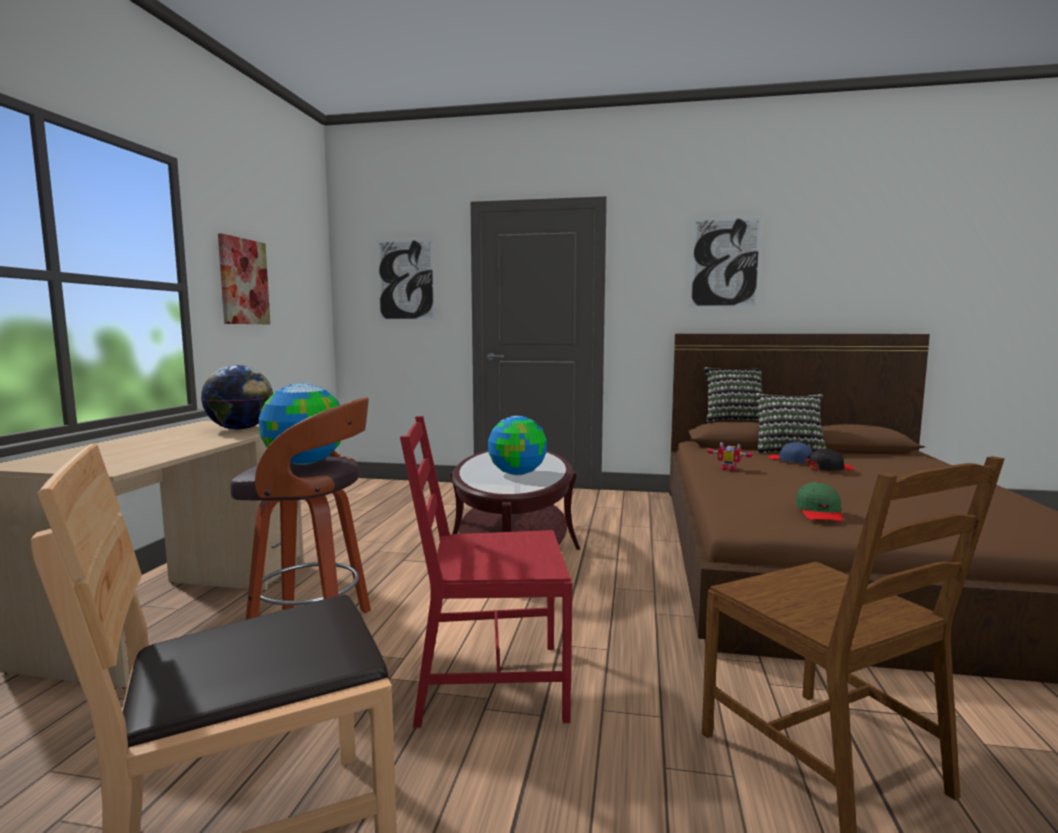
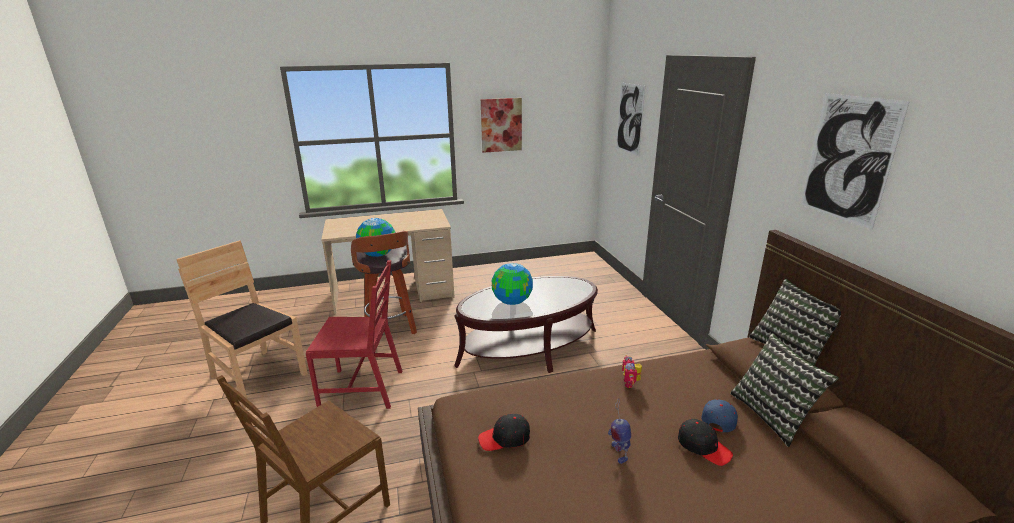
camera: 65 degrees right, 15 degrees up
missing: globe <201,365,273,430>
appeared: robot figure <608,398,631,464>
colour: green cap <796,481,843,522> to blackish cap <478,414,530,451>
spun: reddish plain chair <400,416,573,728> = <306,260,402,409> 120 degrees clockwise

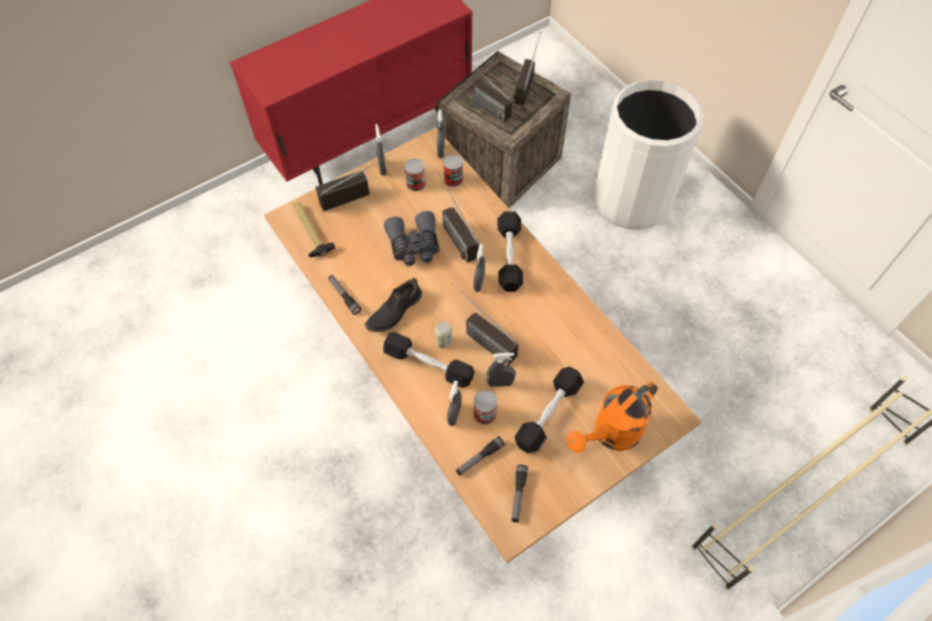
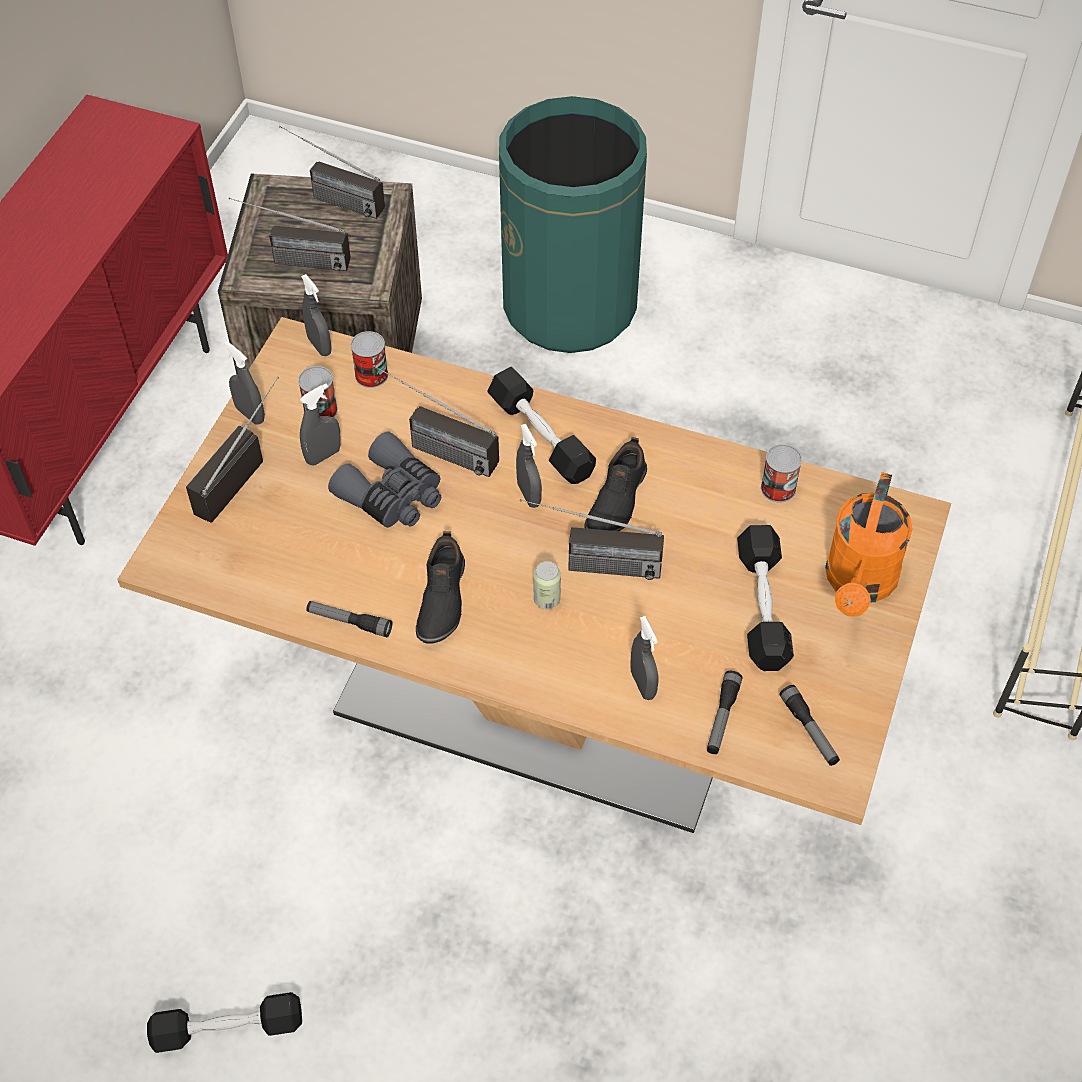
camera: 35 degrees left, 5 degrees down
missing: hammer <293,202,335,257>
appeared: blackish shoe <584,437,647,531>
relocated: blackish hand weight <383,332,475,387> to <147,992,302,1053>; can <474,390,497,425> to <761,444,802,502>; gray spray bottle <487,353,516,387> to <300,383,341,466>
colour: whitish rubbish bin <594,80,703,230> to green rubbish bin <499,96,647,353>
spun: radio <513,32,541,105> = <279,126,385,219> 45 degrees counterclockwise

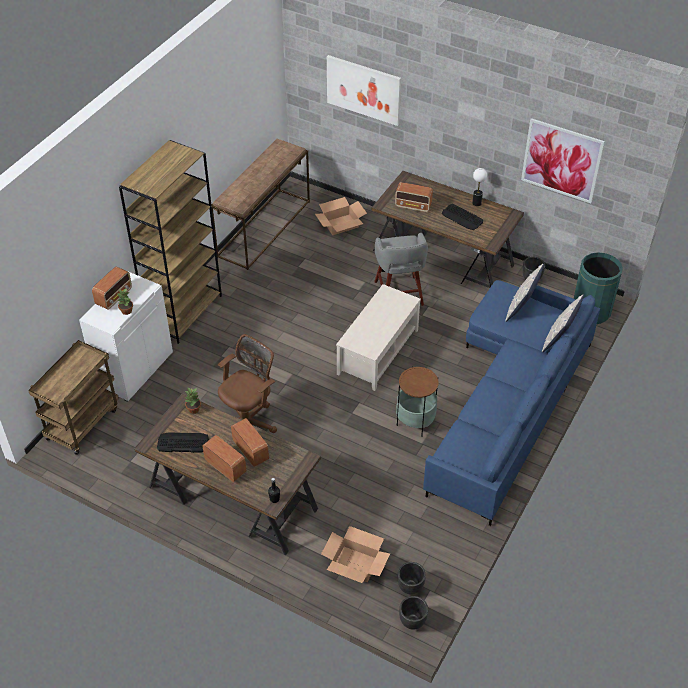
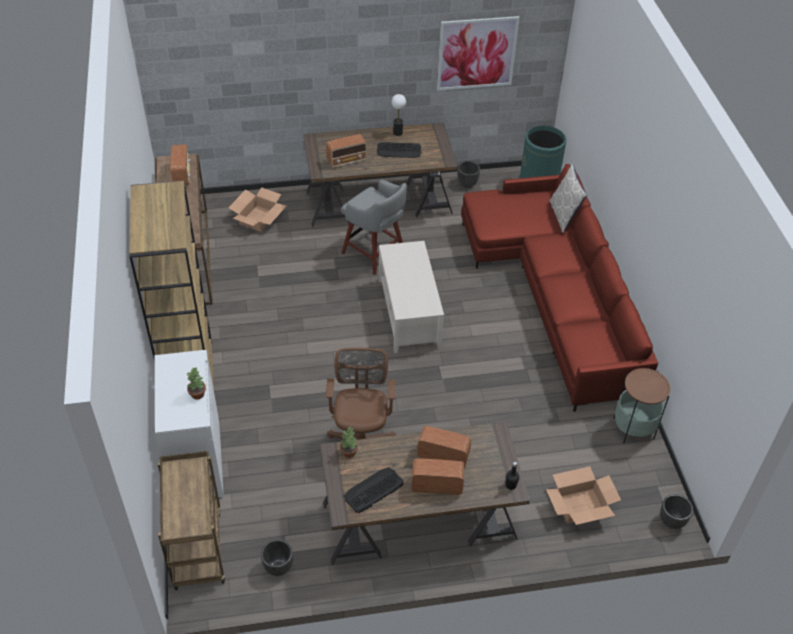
camera: 40 degrees left, 0 degrees up
missing: wall art <327,55,401,126>; pillow <505,264,544,322>
relocated: radio <92,267,132,310> to <171,144,191,185>; side table <396,366,439,437> to <614,368,670,444>; blackish flower pot <397,562,426,595> to <261,539,293,576>
colour: blue settee <423,280,600,526> to reddish settee <461,164,658,412>

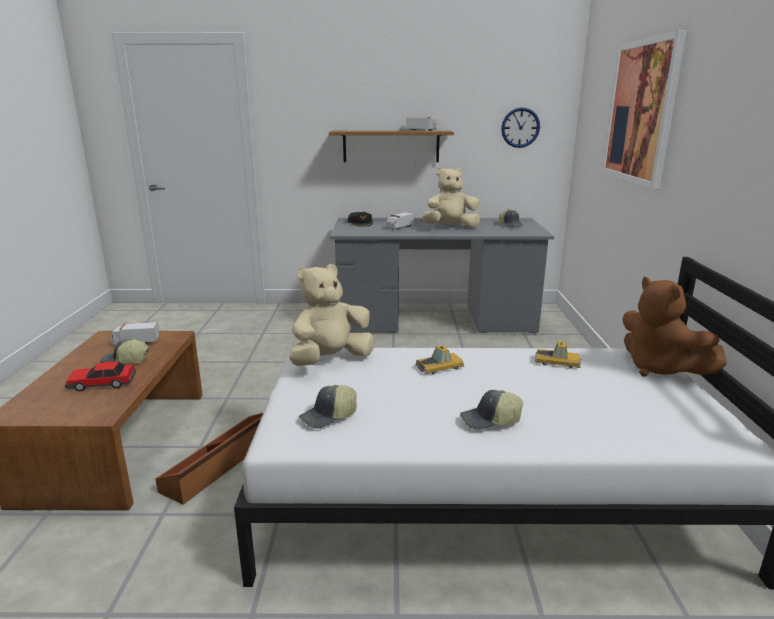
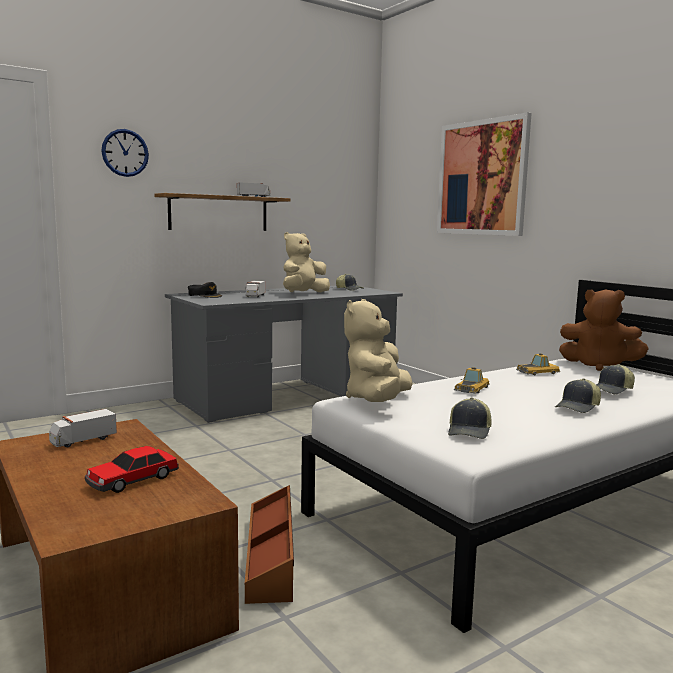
camera: 35 degrees left, 10 degrees down
relocated: cap <101,338,149,364> to <596,364,635,394>; wall clock <501,107,540,148> to <101,129,149,177>

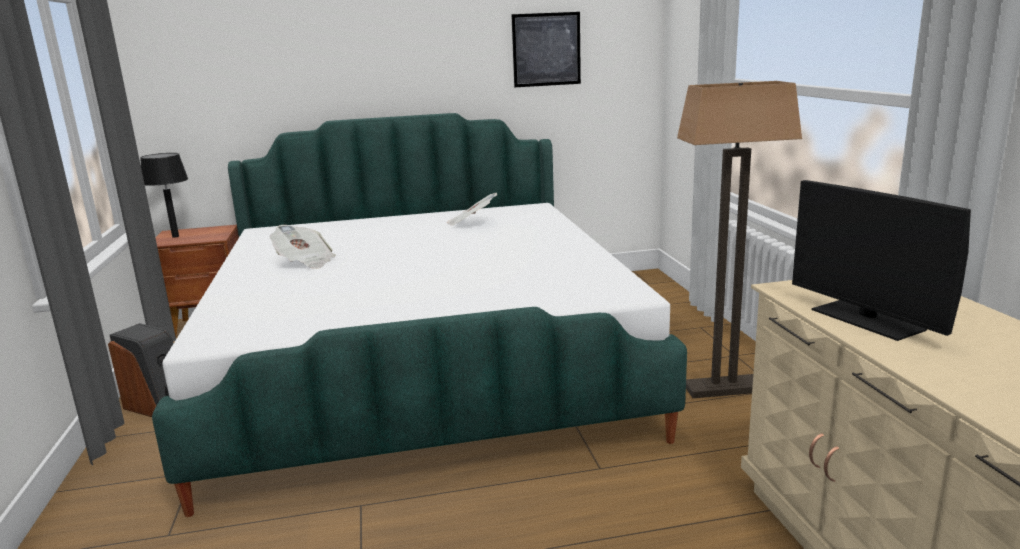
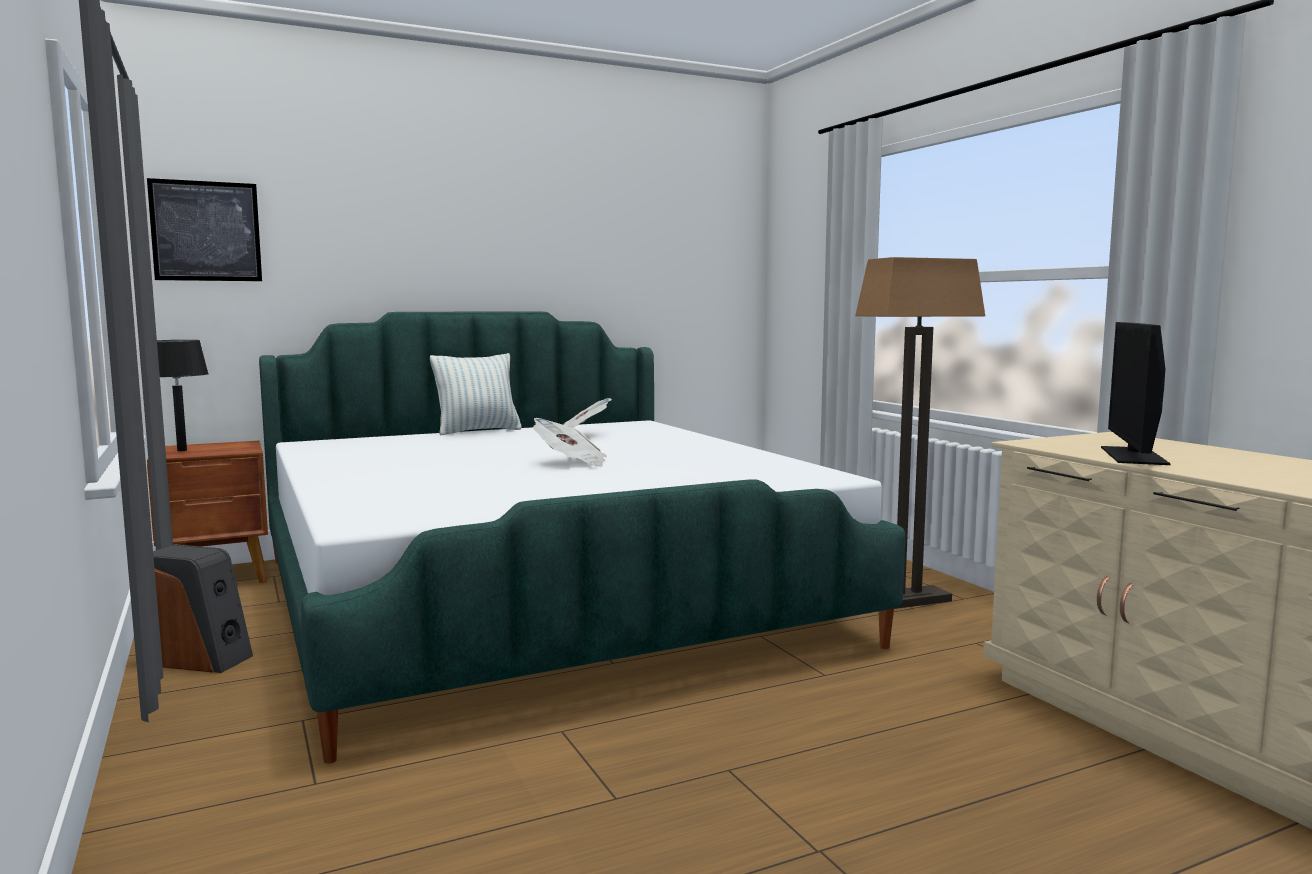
camera: 15 degrees left, 10 degrees down
appeared: pillow <430,353,522,435>
relocated: printed paper <269,225,336,269> to <533,418,607,467>; wall art <511,12,581,87> to <147,178,262,281>
spun: computer screen <792,180,971,341> = <1101,322,1171,465> 60 degrees clockwise

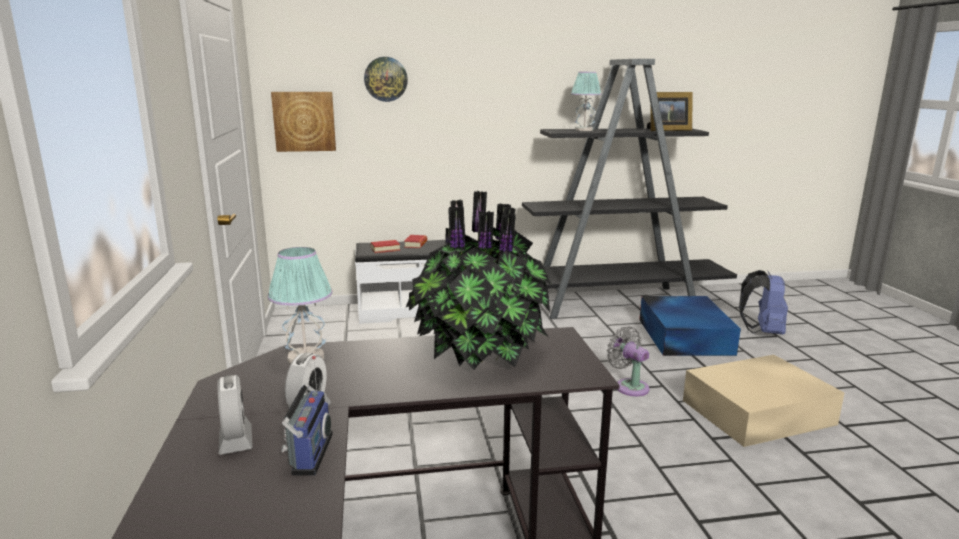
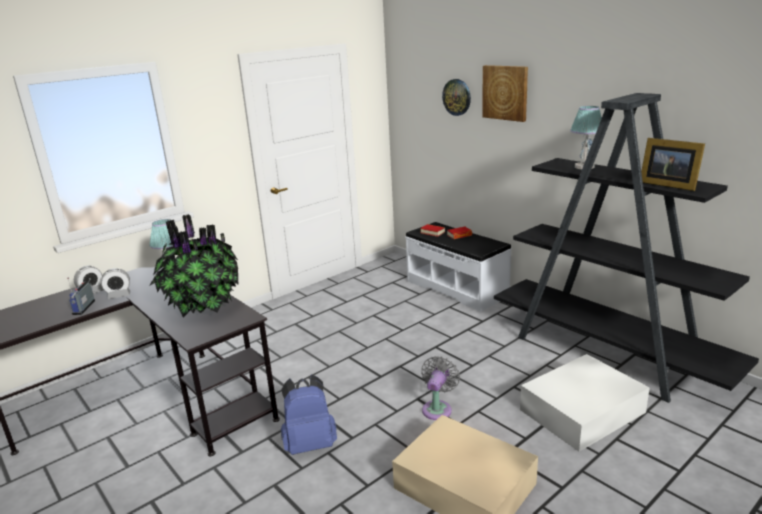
camera: 60 degrees right, 5 degrees up
relocated: wall art <271,92,336,152> to <482,65,528,122>; blue backpack <739,270,788,335> to <281,375,337,455>
colour: blue storage box <639,296,741,356> to whitish storage box <520,354,650,452>
spun: radio <281,356,333,476> = <67,278,96,315> 120 degrees clockwise

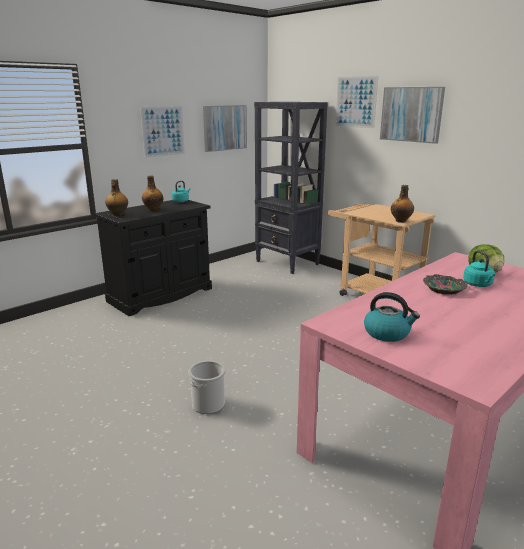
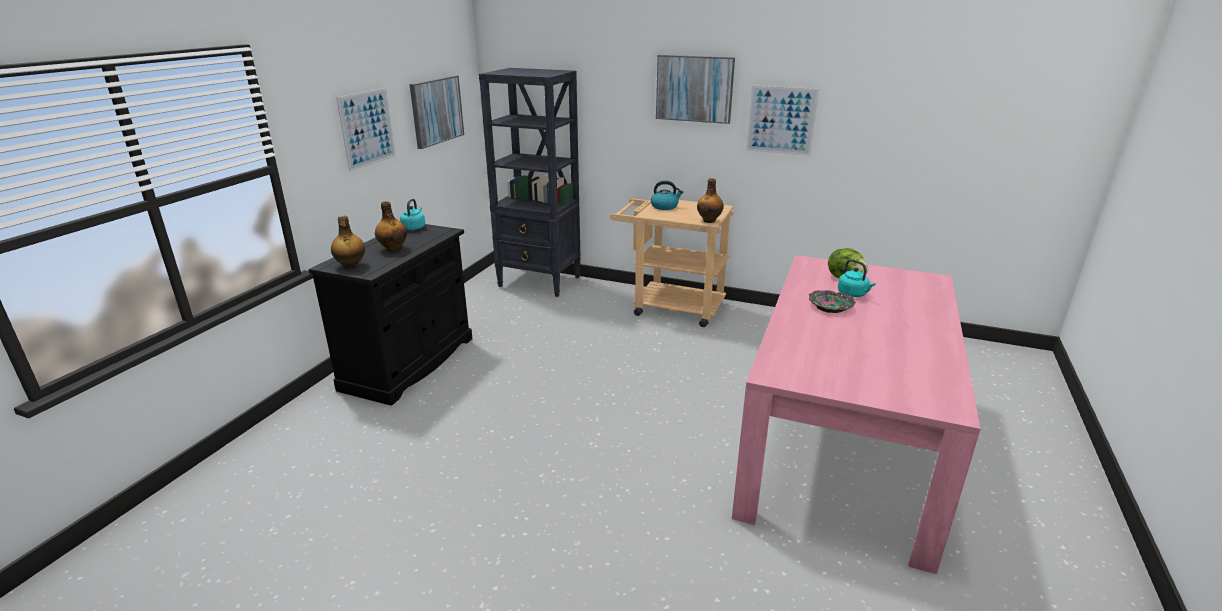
camera: 25 degrees left, 5 degrees up
missing: bucket <188,361,226,414>
relocated: wall art <335,76,378,128> to <746,85,819,156>; tea kettle <364,292,420,342> to <651,181,683,210>

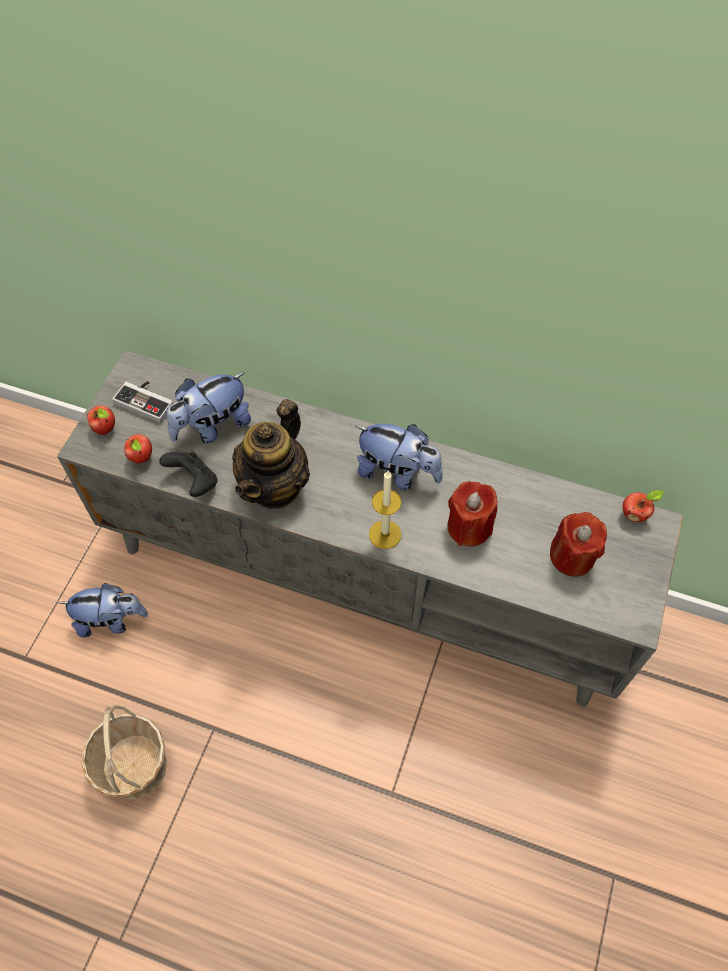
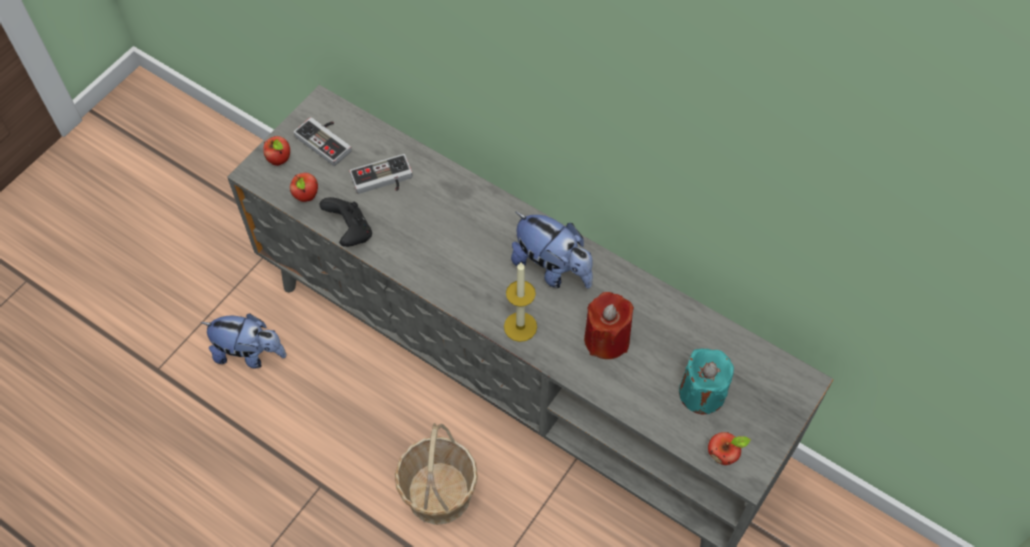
camera: 15 degrees right, 0 degrees up
missing: pot for tea <232,399,310,509>
relocated: household basket <81,705,167,799> to <395,423,478,525>; apple fruit <623,490,663,522> to <708,432,751,465>
exchanged: plush toy <167,373,251,444> to gamepad <349,154,413,194>
colour: reddish candle <550,512,607,577> to turquoise-coloured candle <679,348,734,414>

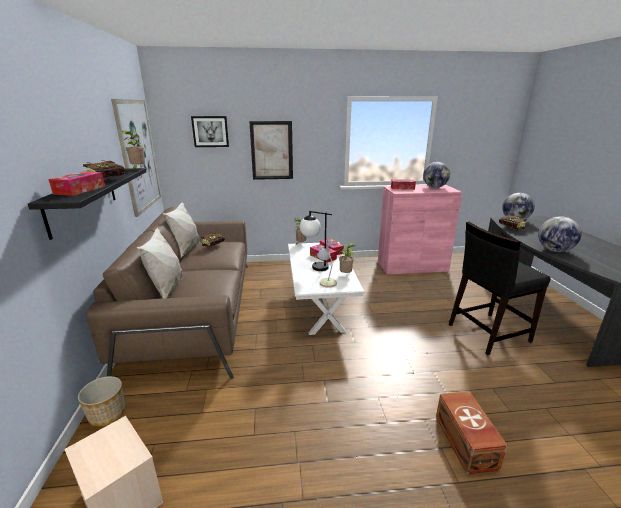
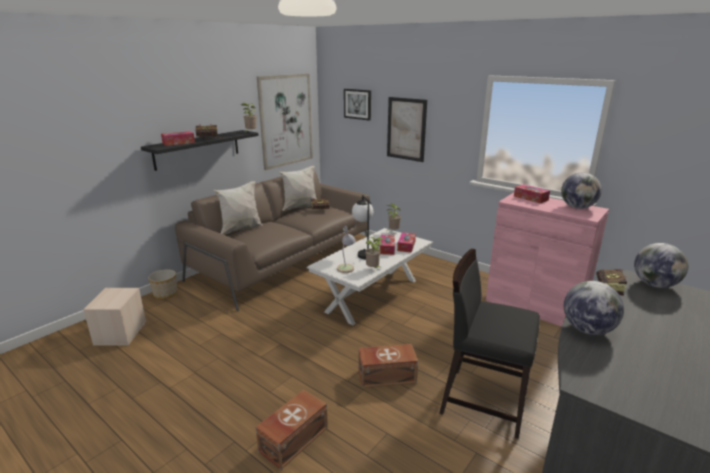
camera: 45 degrees right, 0 degrees up
appeared: brownish storage box <358,344,418,388>

